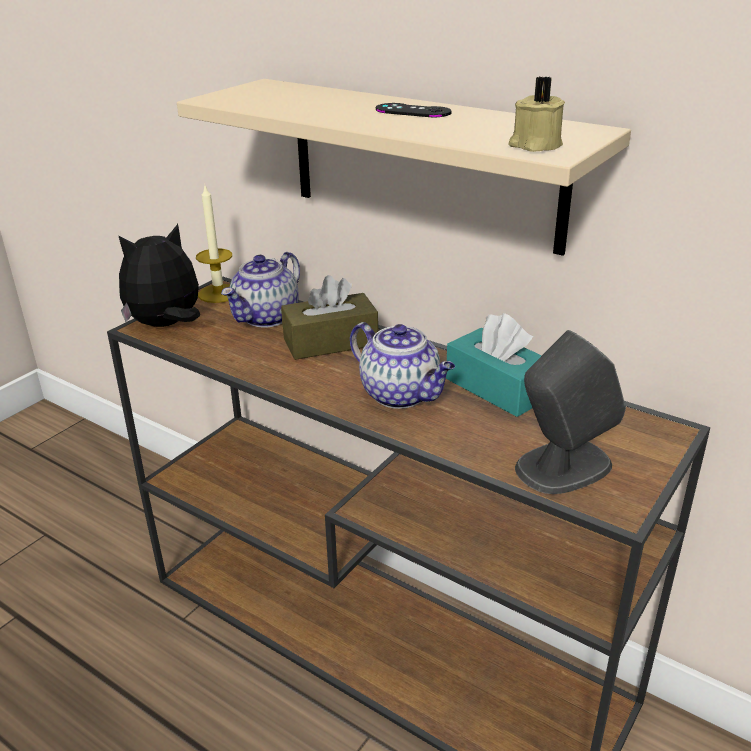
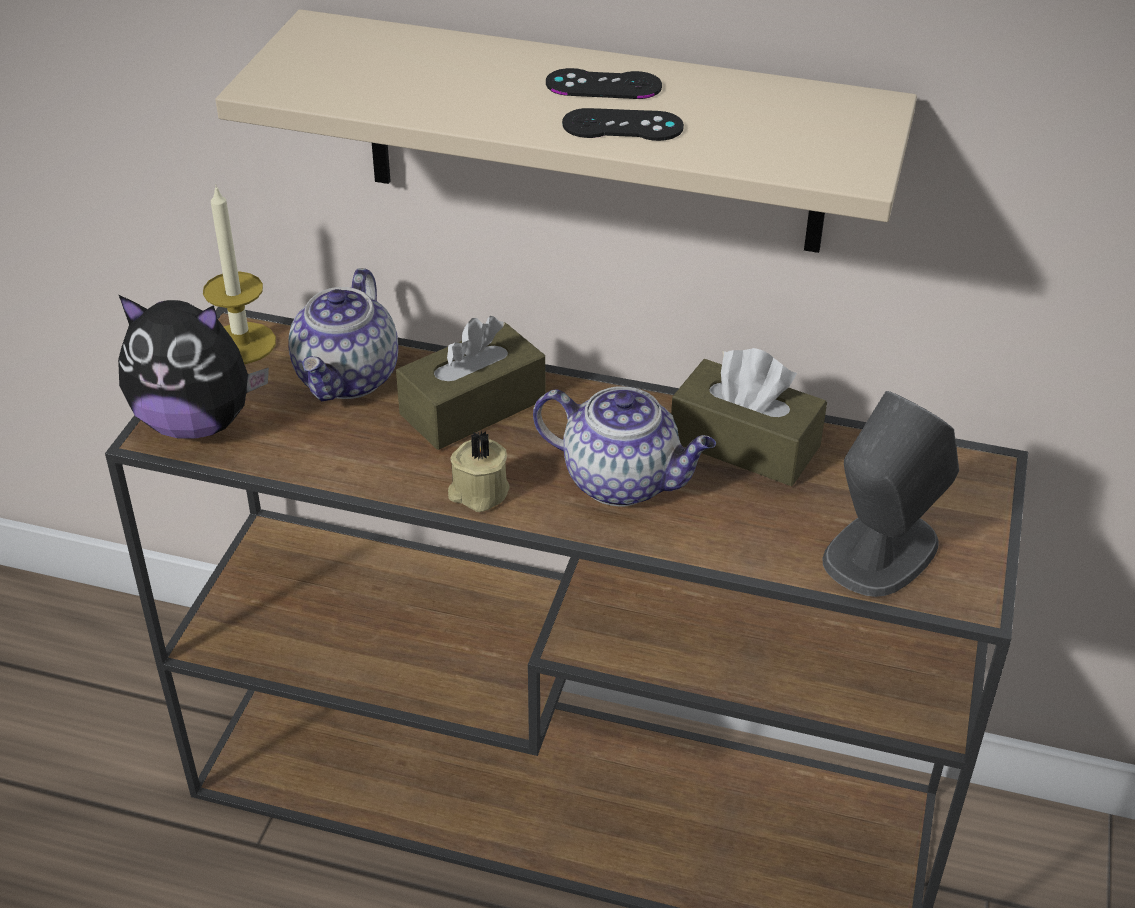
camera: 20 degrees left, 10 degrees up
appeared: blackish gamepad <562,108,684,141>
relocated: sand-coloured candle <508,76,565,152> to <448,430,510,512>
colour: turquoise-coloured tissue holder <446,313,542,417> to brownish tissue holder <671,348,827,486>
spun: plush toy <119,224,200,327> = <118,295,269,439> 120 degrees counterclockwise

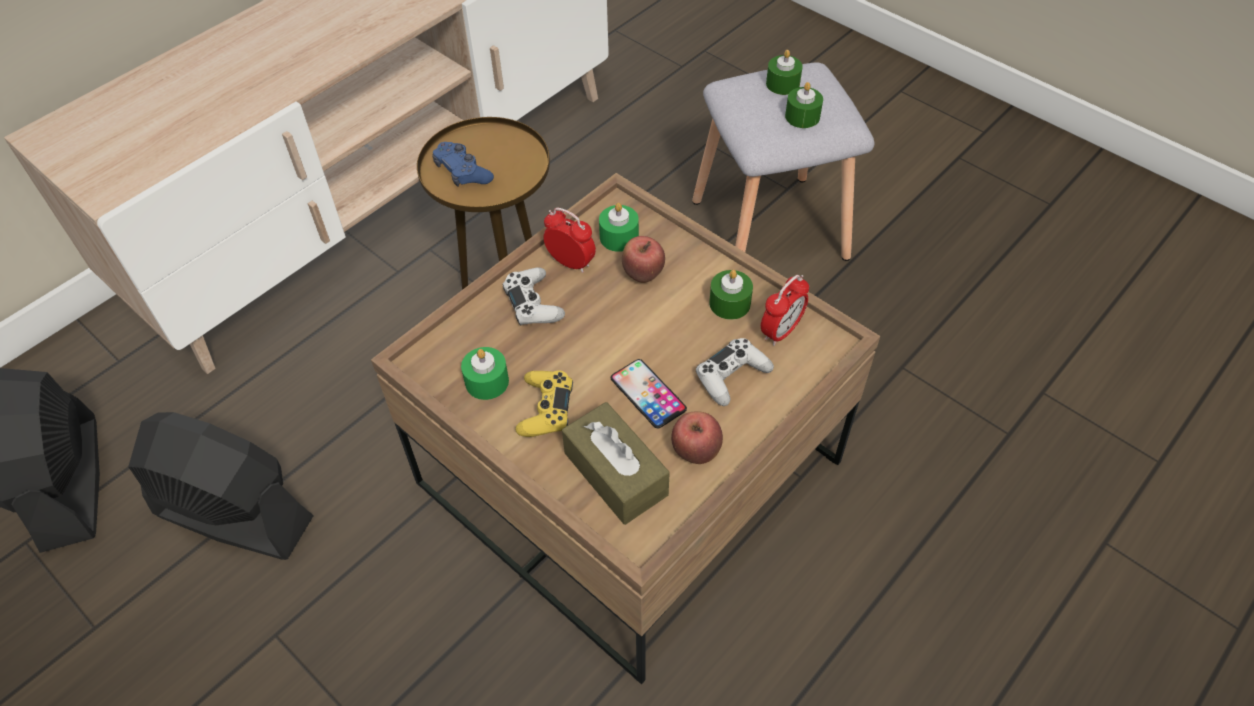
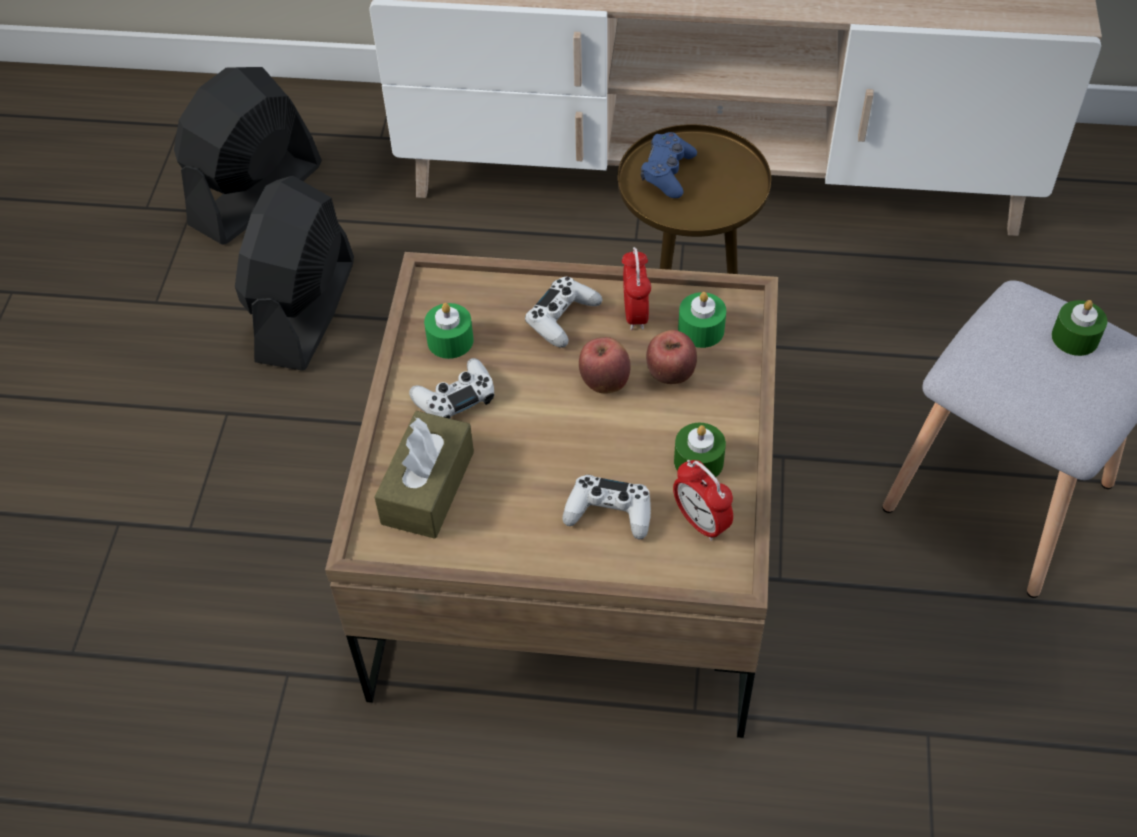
camera: 55 degrees right, 0 degrees up
missing: phone <611,359,687,428>; green candle <785,82,823,128>
relocated: apple fruit <671,412,723,464> to <579,337,631,393>
colour: yellow gamepad <515,370,573,437> to whitish gamepad <409,358,494,419>
spun: blackish cooling fan <128,412,314,560> = <235,176,354,371> 150 degrees counterclockwise; alarm clock <761,275,809,346> = <673,460,733,541> 45 degrees clockwise

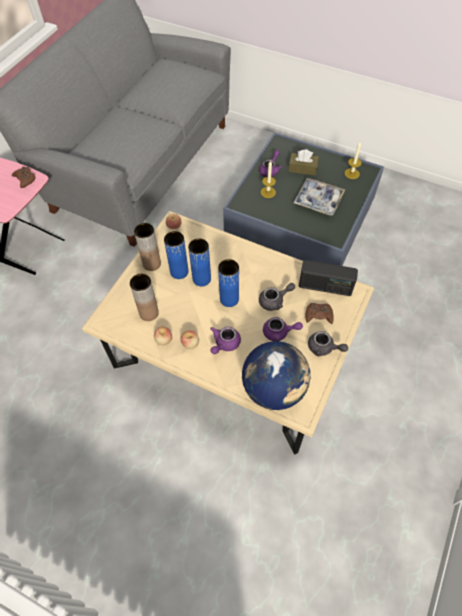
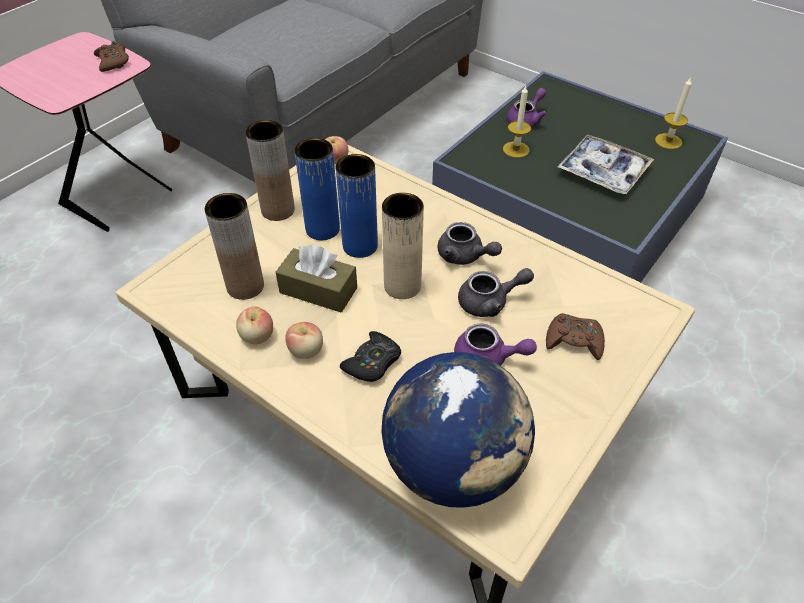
camera: 10 degrees right, 10 degrees down
missing: radio <299,260,358,296>
relocated: brownish tissue holder <288,149,319,175> to <276,245,357,312>; gray pot for tea <308,331,348,356> to <438,222,502,265>
exchanged: purple-coloured pot for tea <210,327,241,354> to blackish gamepad <340,331,401,382>
colour: blue decorative vase <218,259,239,307> to sand-coloured decorative vase <382,193,424,299>

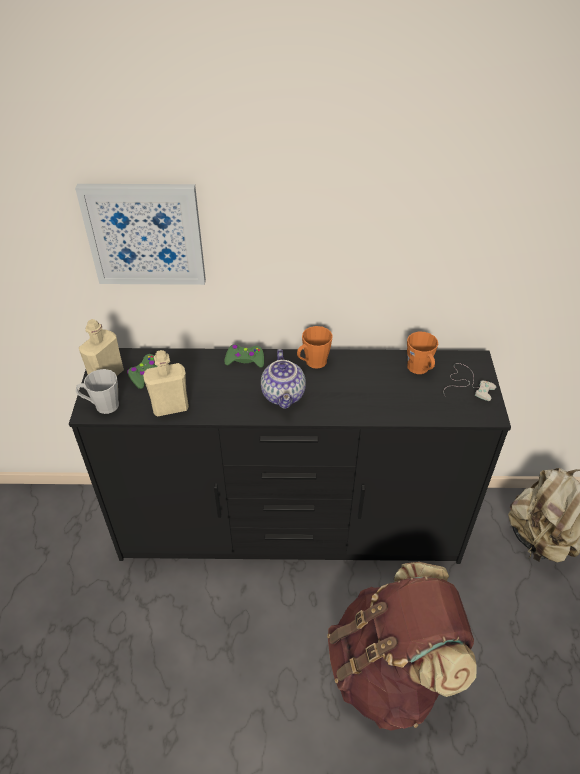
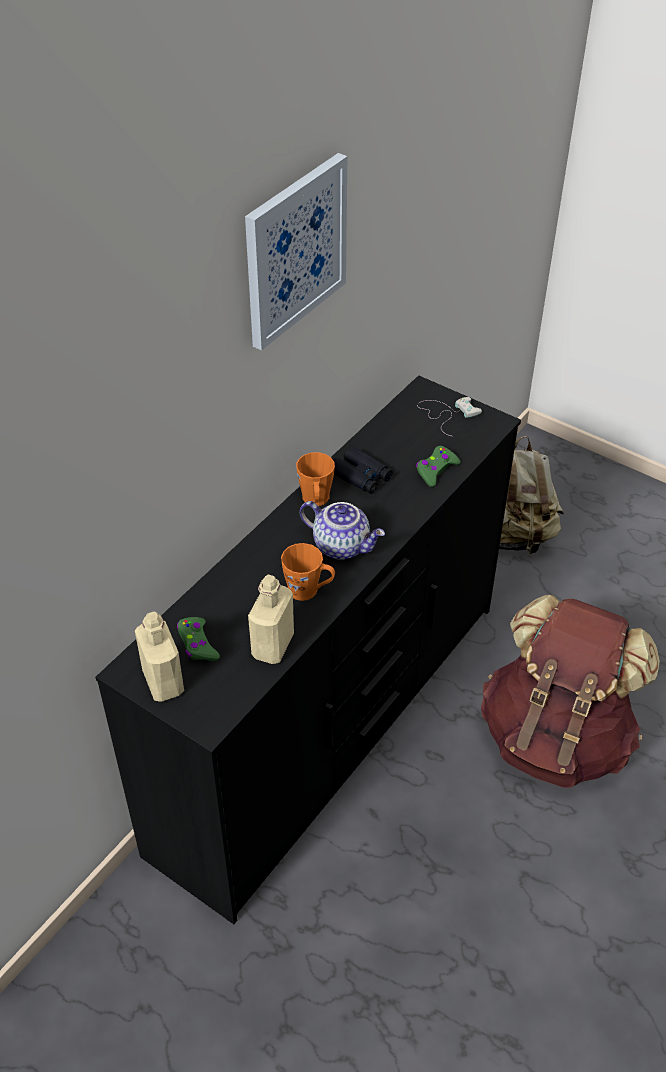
camera: 55 degrees left, 0 degrees up
missing: gray coffee mug <76,369,119,414>
appeared: blackish binoculars <333,446,393,494>
relocated: wall art <75,184,206,285> to <245,153,347,350>; green gamepad <224,344,264,368> to <416,446,461,487>; orange-coloured coffee mug <407,332,438,374> to <281,543,335,601>

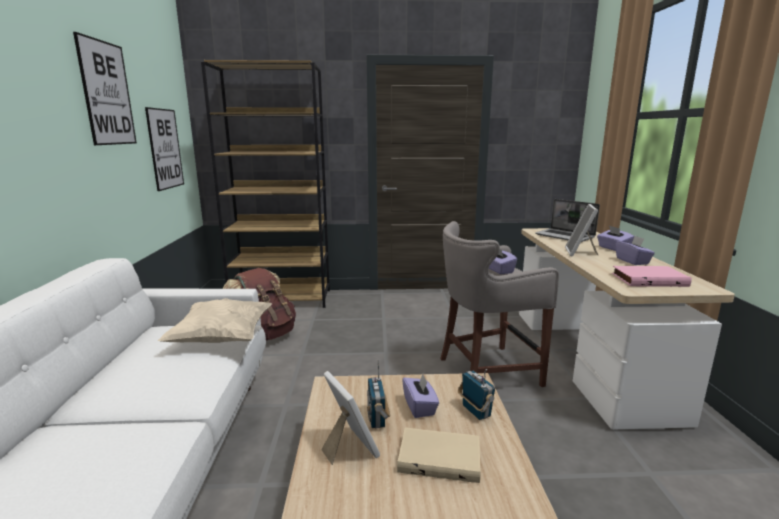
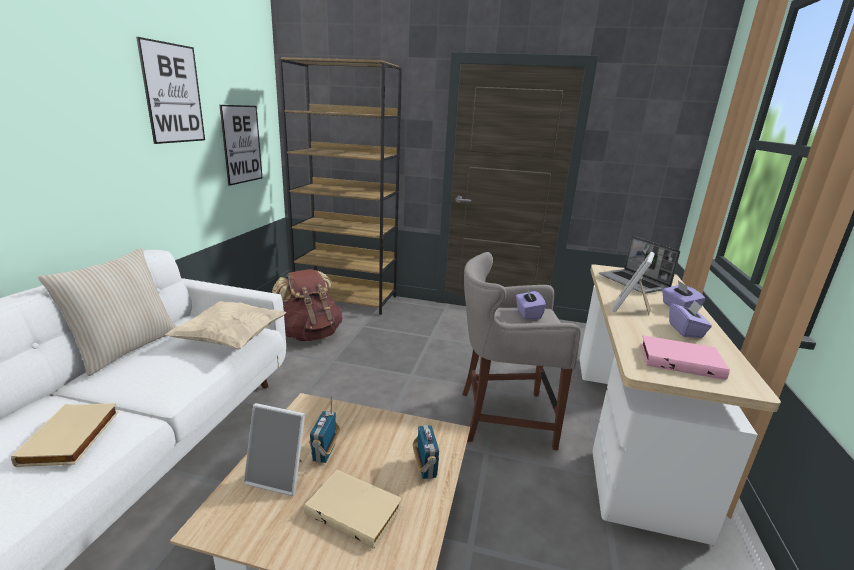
camera: 15 degrees right, 5 degrees up
missing: purple-coloured tissue holder <402,374,439,418>
appeared: sand-coloured book <11,403,119,467>; sand-coloured pillow <38,247,177,376>
spun: standing frame <321,371,380,465> = <244,403,305,496> 120 degrees clockwise

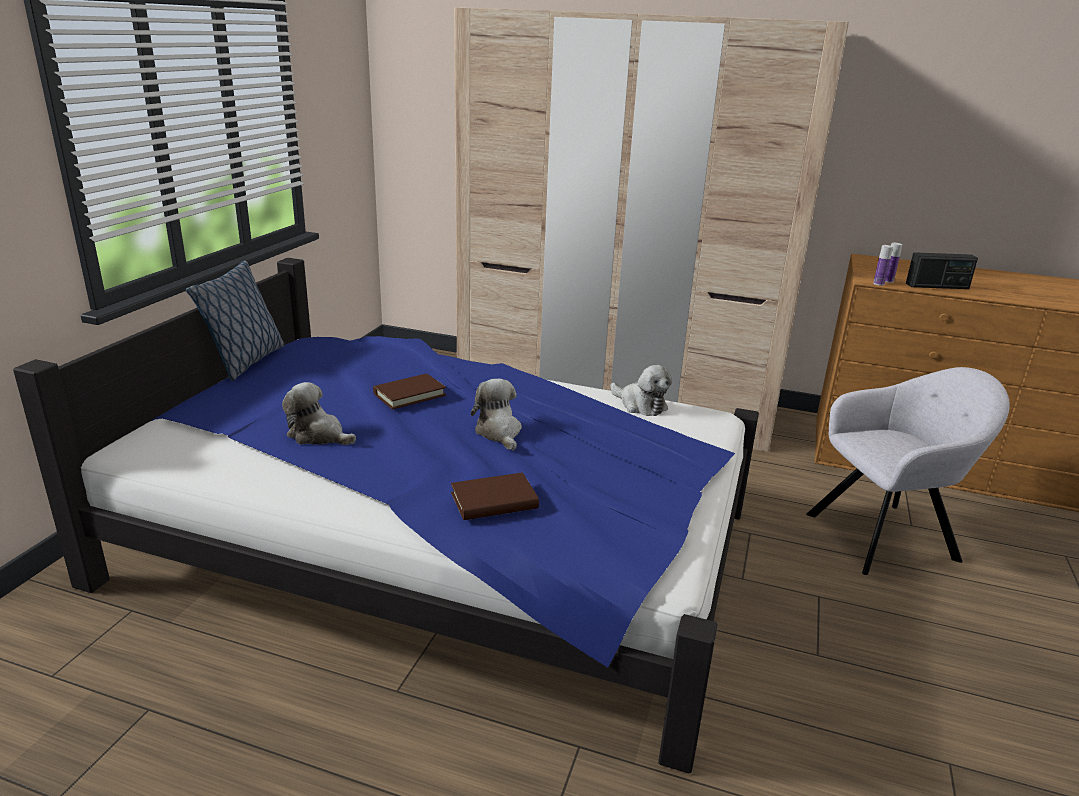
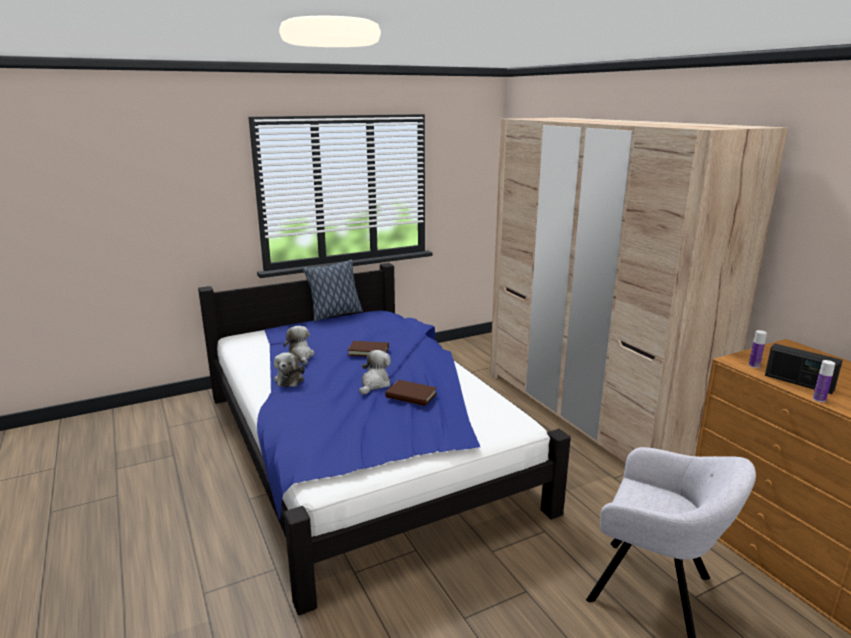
camera: 45 degrees right, 5 degrees down
relocated: brownish book <451,472,539,520> to <385,380,437,406>; plush toy <610,365,672,416> to <274,352,305,387>; bottle <873,245,893,286> to <813,360,835,402>

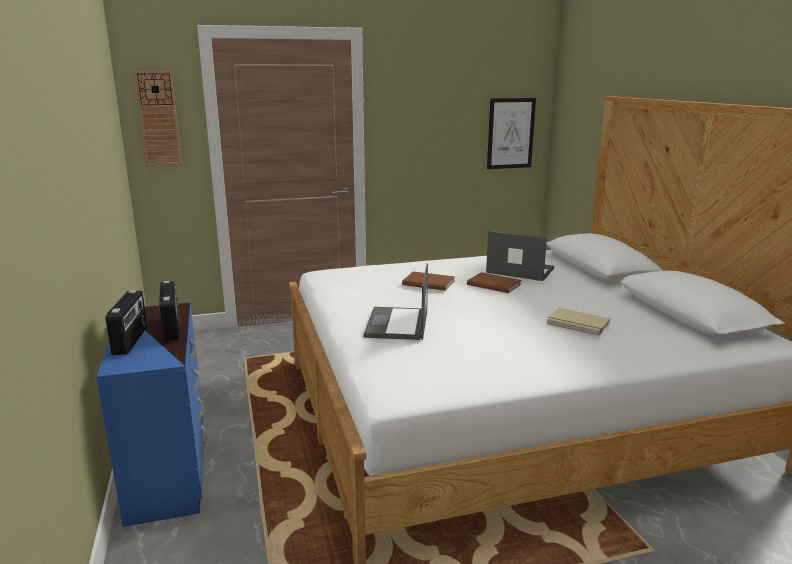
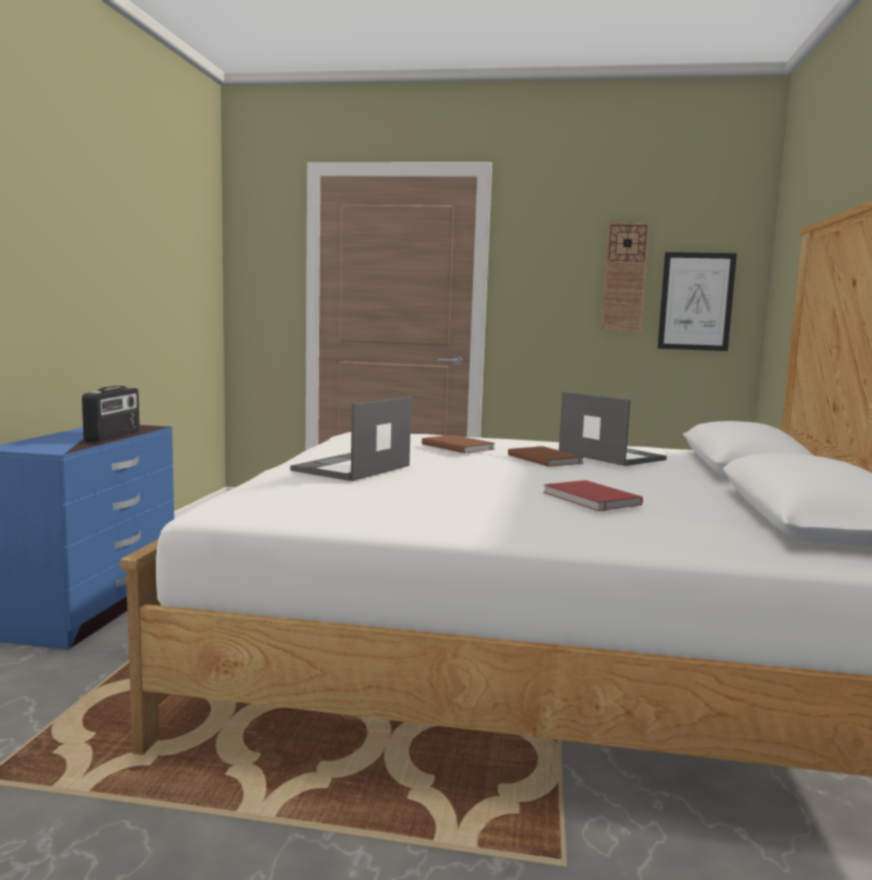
camera: 25 degrees right, 10 degrees down
missing: radio <105,290,147,355>
relocated: wall clock <134,71,182,165> to <601,222,650,332>
colour: sand-coloured book <546,308,611,336> to reddish book <543,480,643,511>

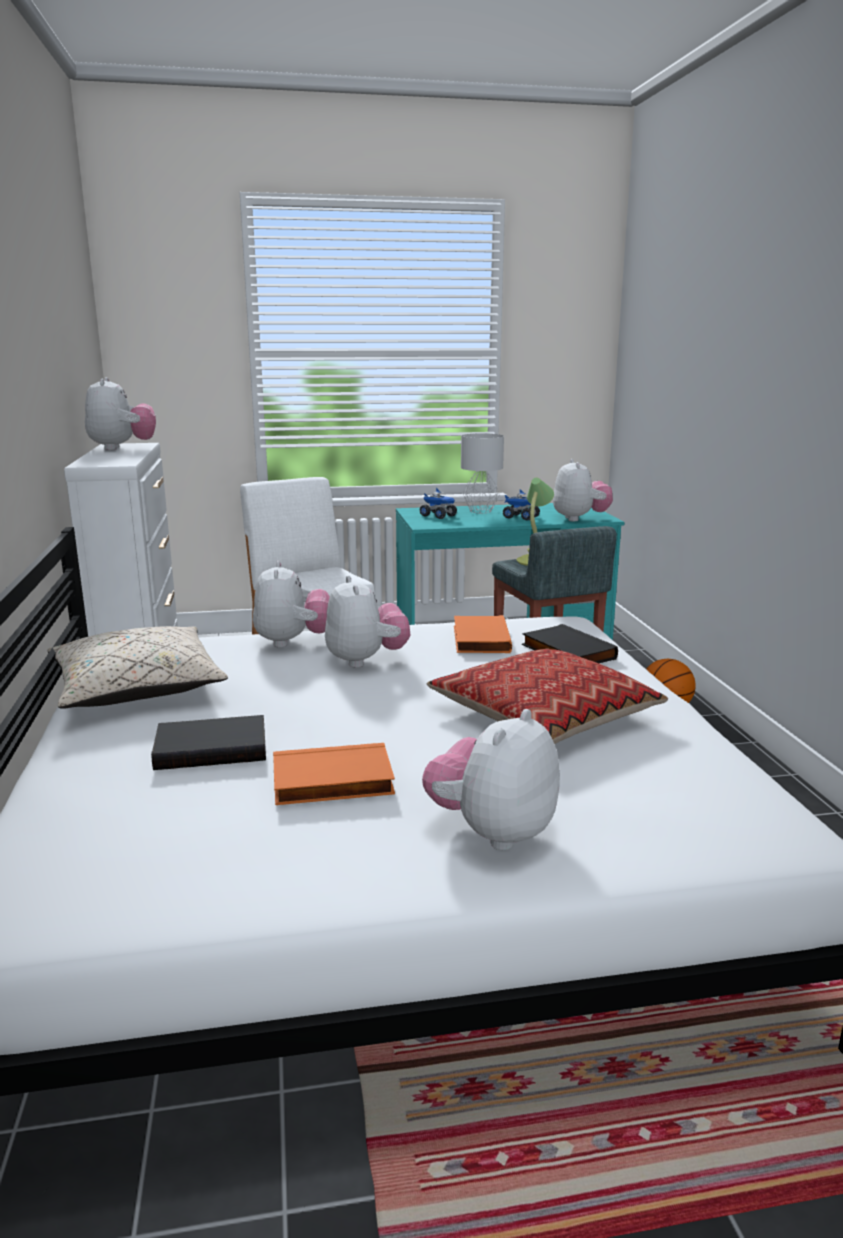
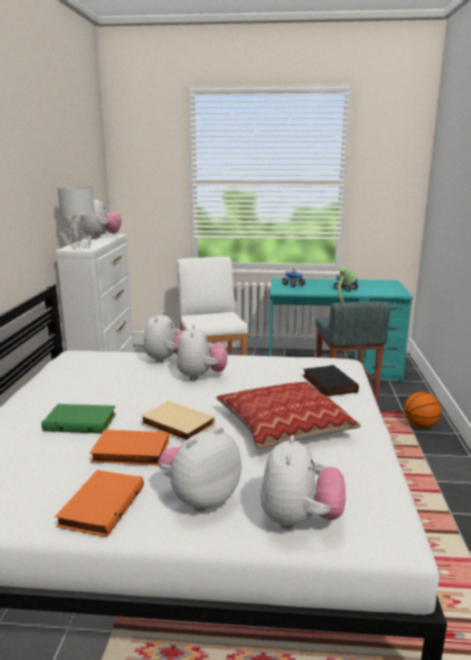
camera: 15 degrees right, 0 degrees up
missing: sand-coloured pillow <47,626,228,709>
appeared: sand-coloured book <140,401,215,442>
relocated: orange-coloured book <454,615,512,653> to <55,470,144,537>; gray lamp for a table <461,433,504,513> to <58,187,95,250>; plush toy <553,459,613,521> to <260,435,346,529>
colour: blackish book <151,715,266,770> to green book <42,404,116,433>

